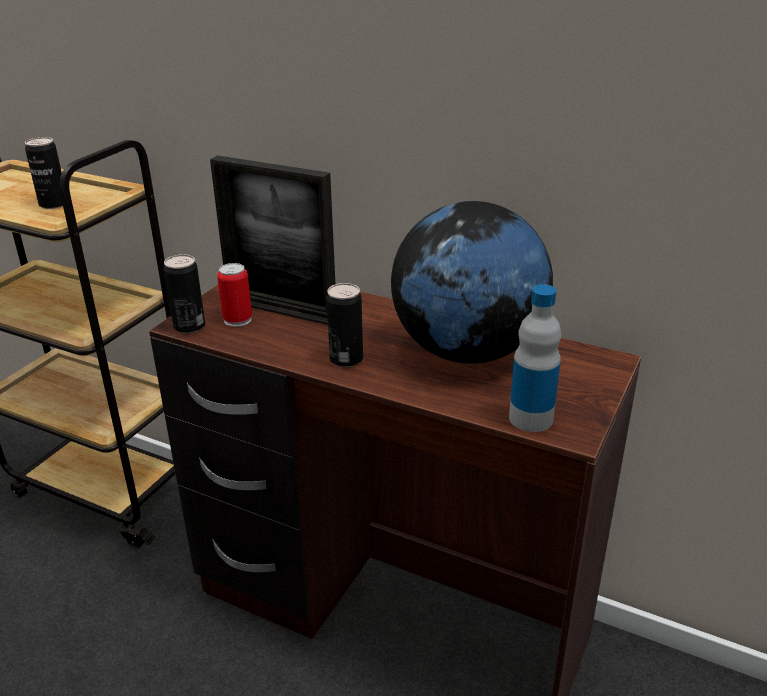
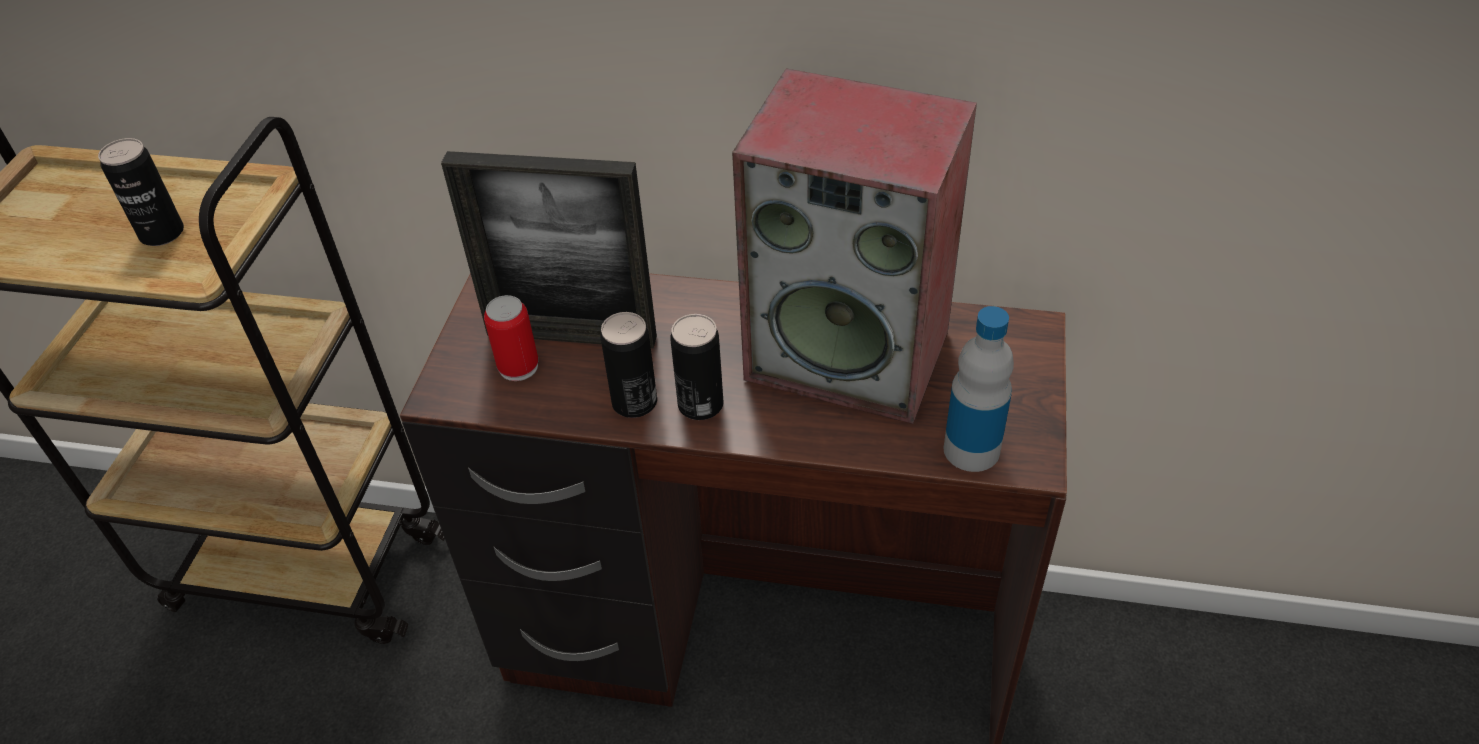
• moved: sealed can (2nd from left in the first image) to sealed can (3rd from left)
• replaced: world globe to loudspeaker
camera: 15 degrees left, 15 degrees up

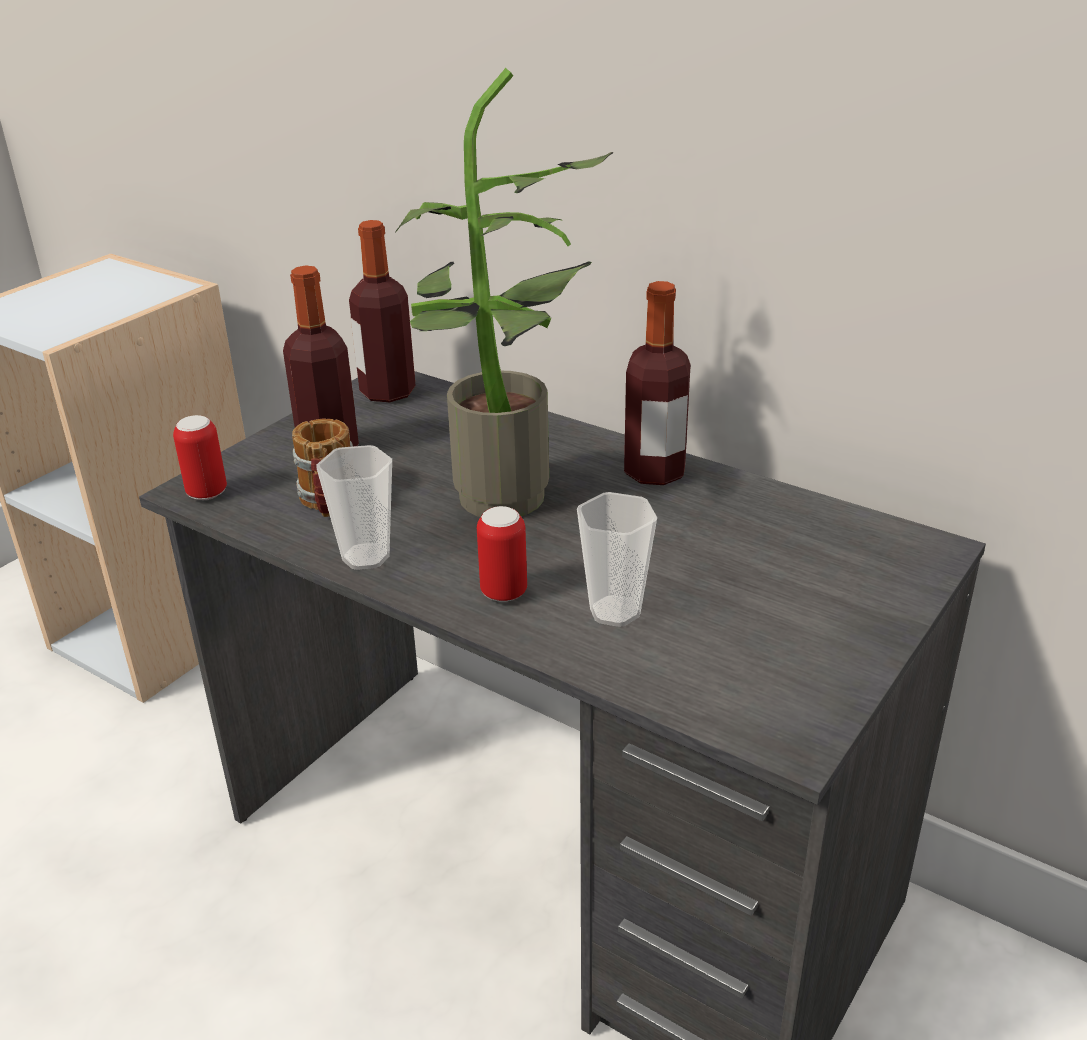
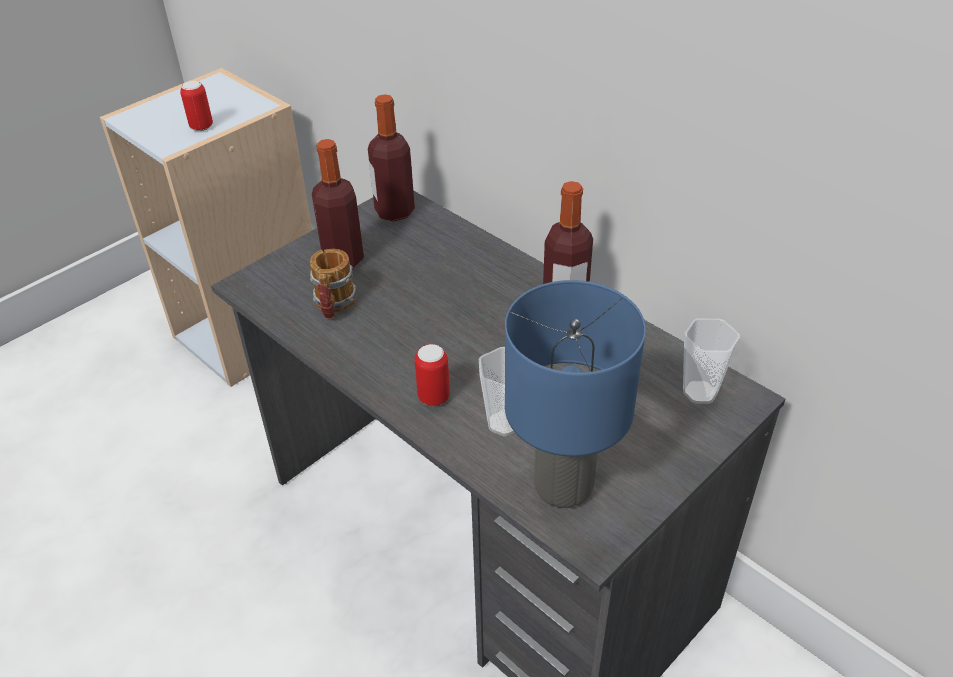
• moved: sealed can (1st from left)
• moved: small cup (1st from left in the first image) to small cup (2nd from left)
• removed: plant in a pot
• added: lamp for a table/blue
camera: 10 degrees right, 10 degrees up

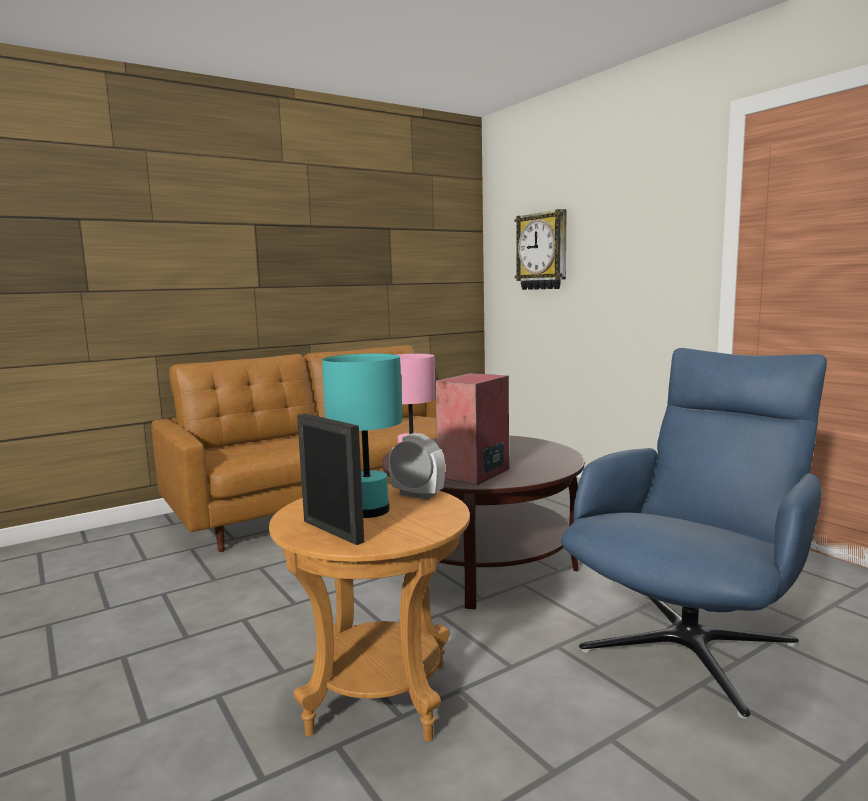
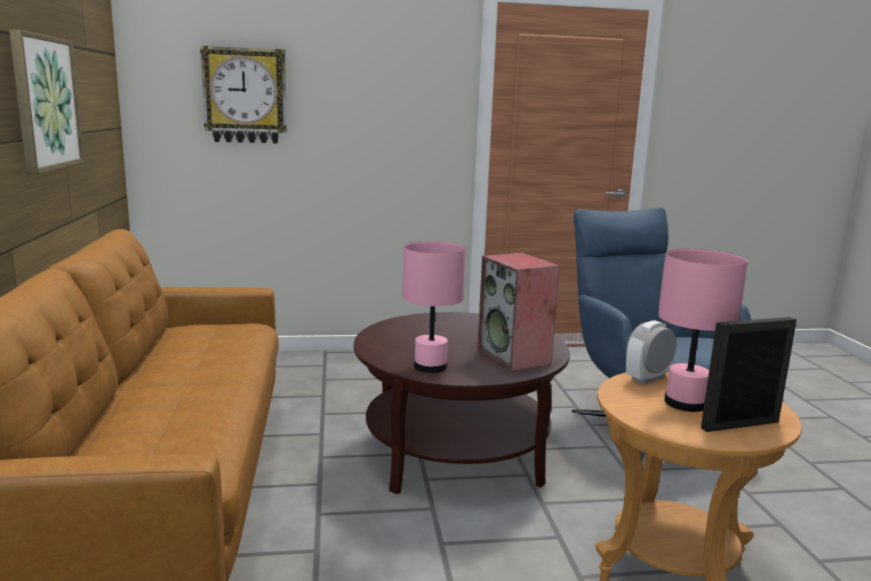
• recoloured: lamp for a table/blue-green to lamp for a table/pink (2nd from left)
• added: wall art
camera: 65 degrees left, 5 degrees up

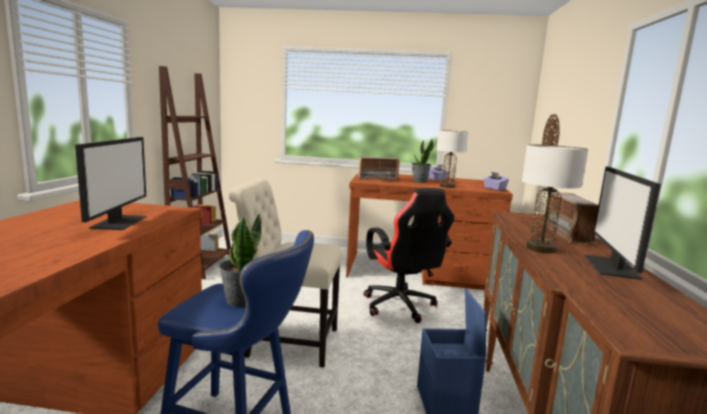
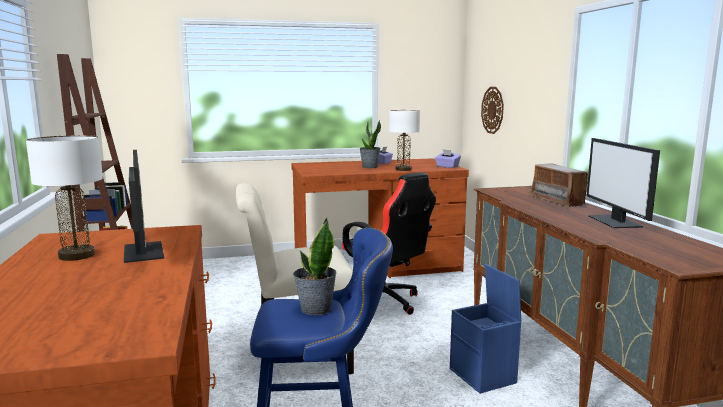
• removed: radio receiver (1st from left)
• moved: lamp for a table (2nd from left in the first image) to lamp for a table (1st from left)
camera: 20 degrees left, 0 degrees up

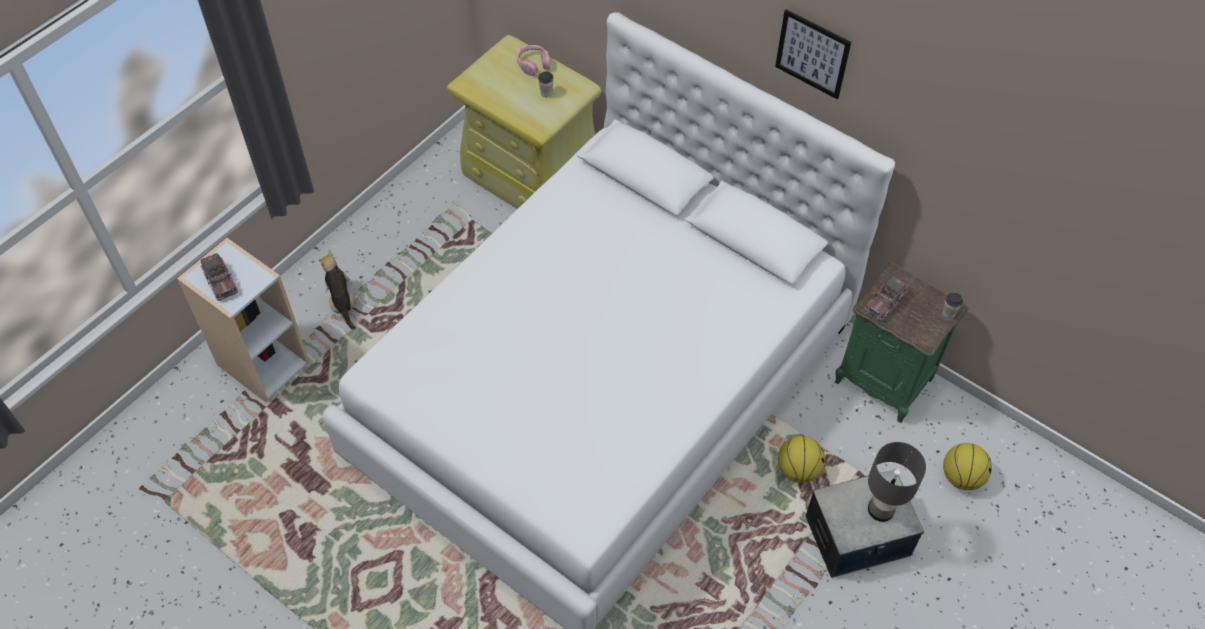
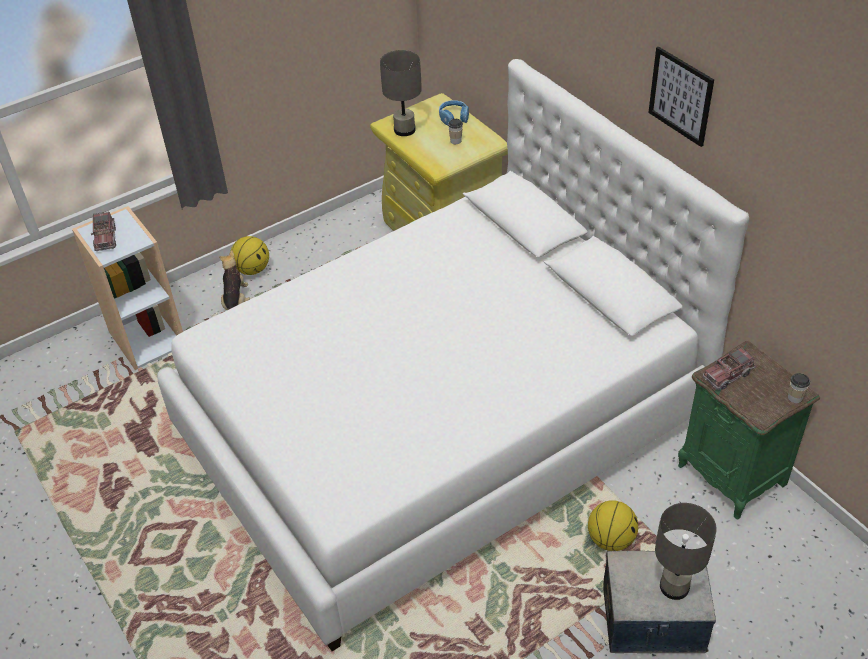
• recoloured: headset/pink to headset/blue
• moved: basketball ball (2nd from left in the first image) to basketball ball (1st from left)
• added: lamp for a table/grey (1st from left)
camera: 20 degrees right, 10 degrees down

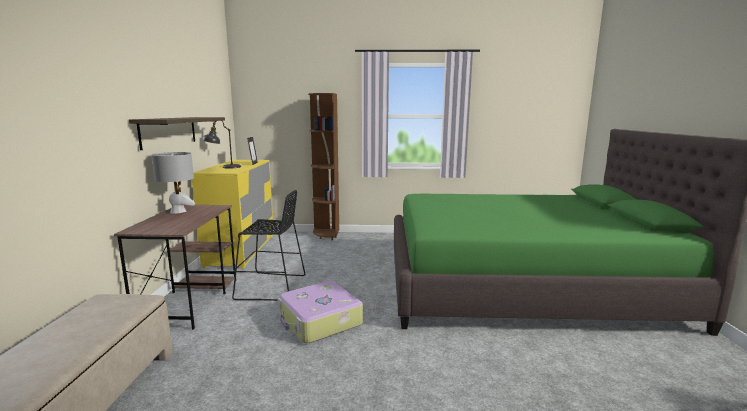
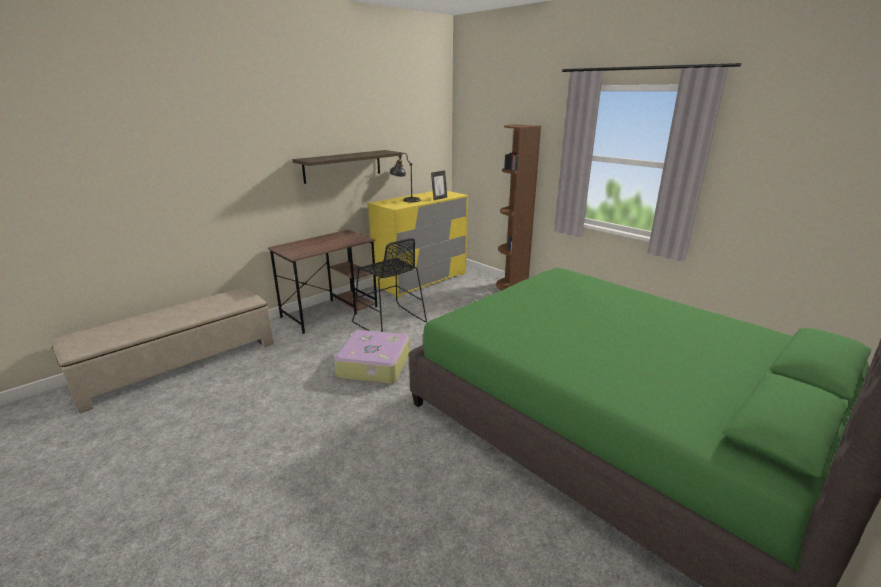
• removed: lamp for a table/grey (1st from left)
camera: 45 degrees right, 10 degrees up

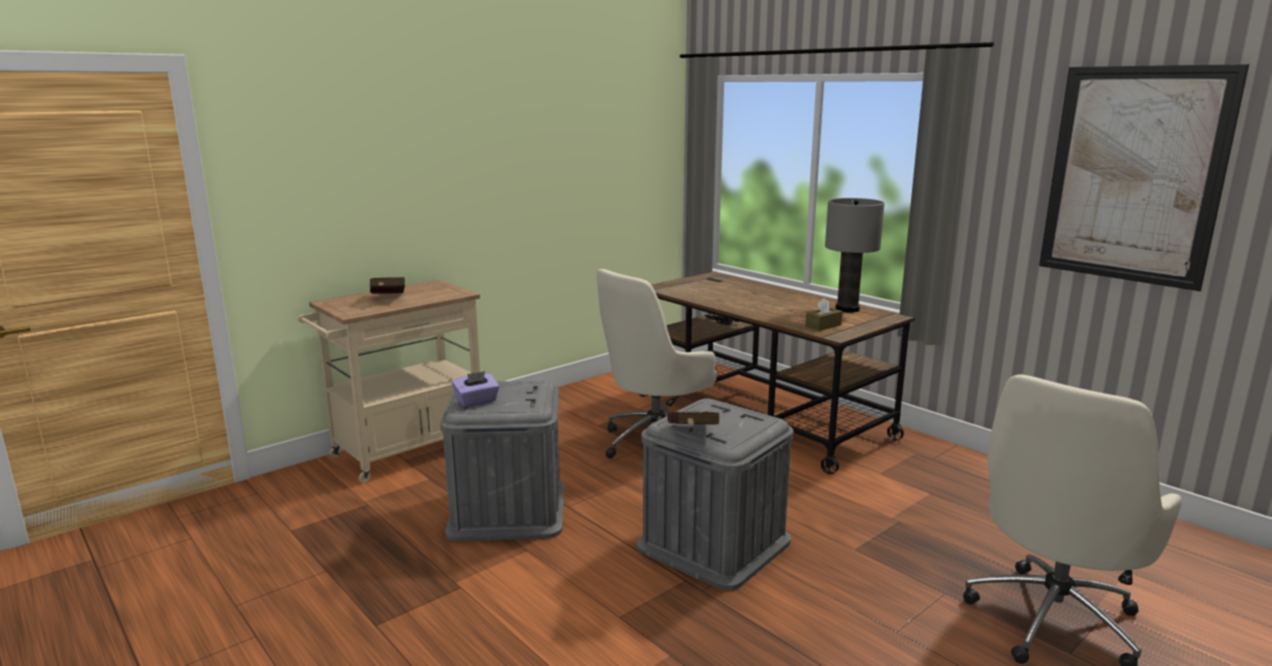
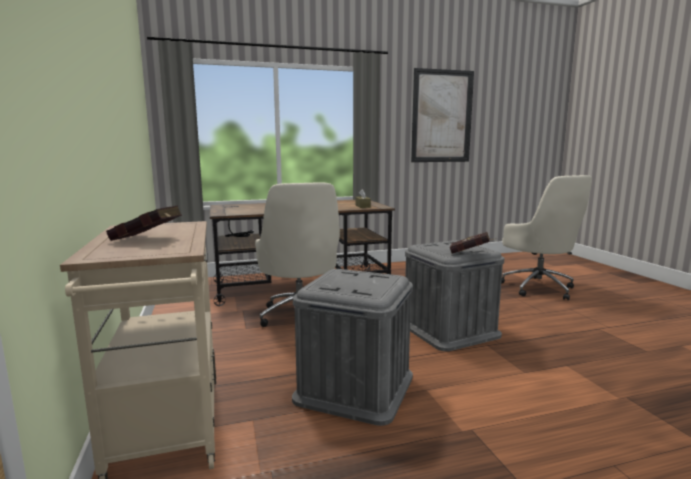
• removed: tissue box/purple
• removed: lamp for a table/grey
camera: 65 degrees left, 5 degrees down

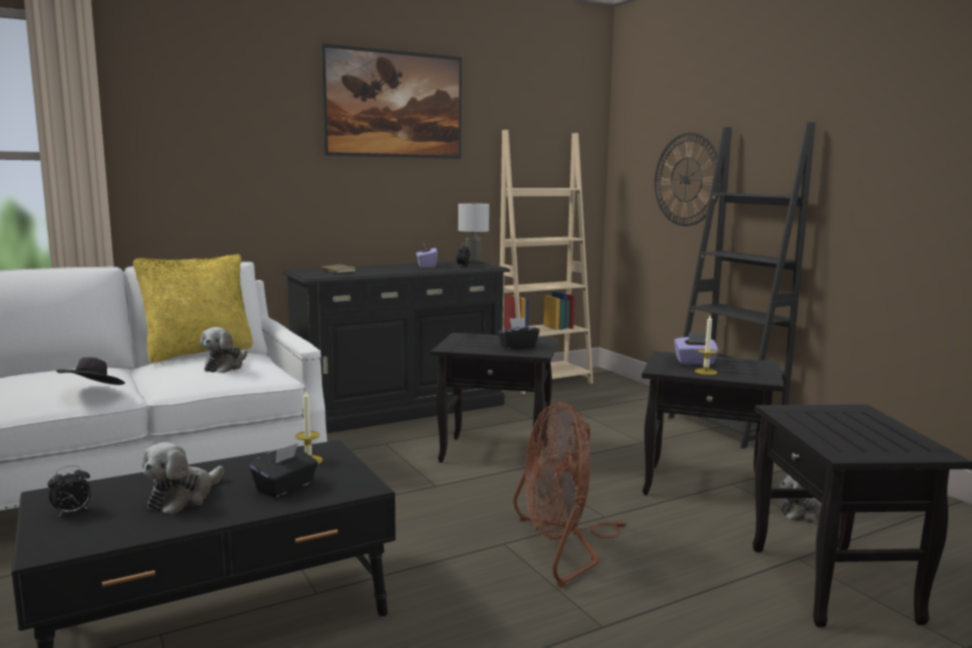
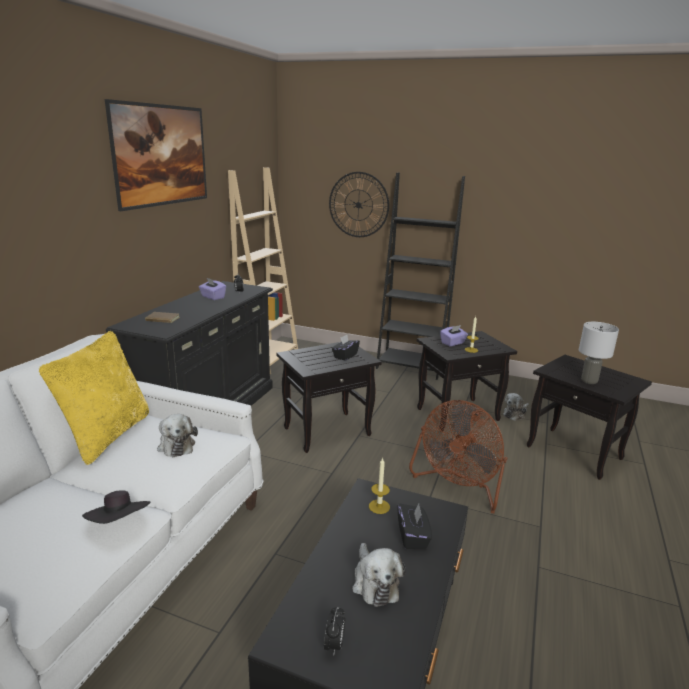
• moved: lamp for a table/white-coloured
camera: 40 degrees left, 10 degrees up

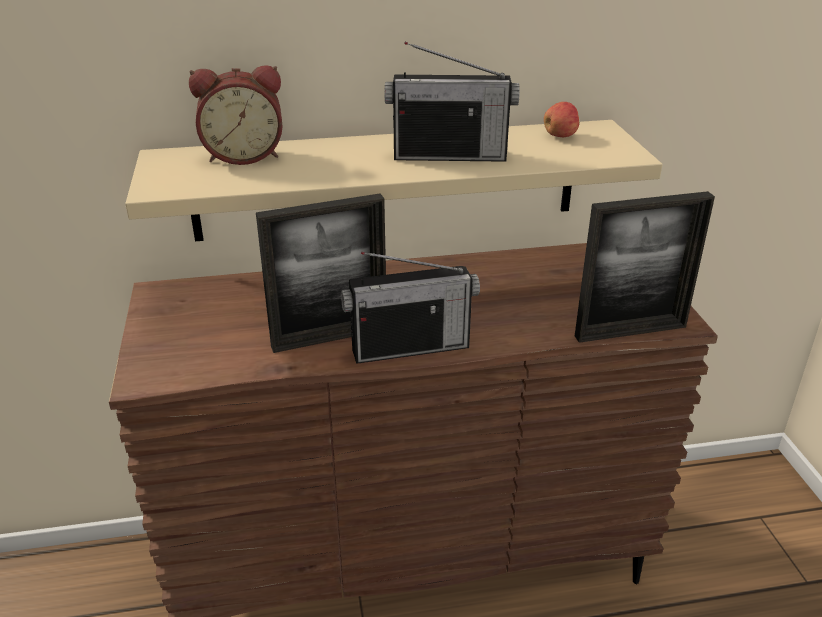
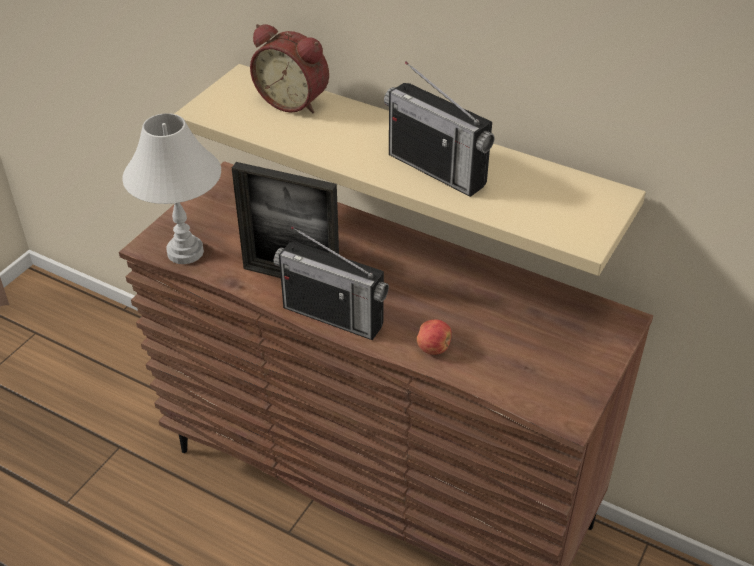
• moved: whole apple
• removed: picture frame (2nd from left)
• added: lamp for a table/white-coloured
camera: 40 degrees right, 10 degrees up

